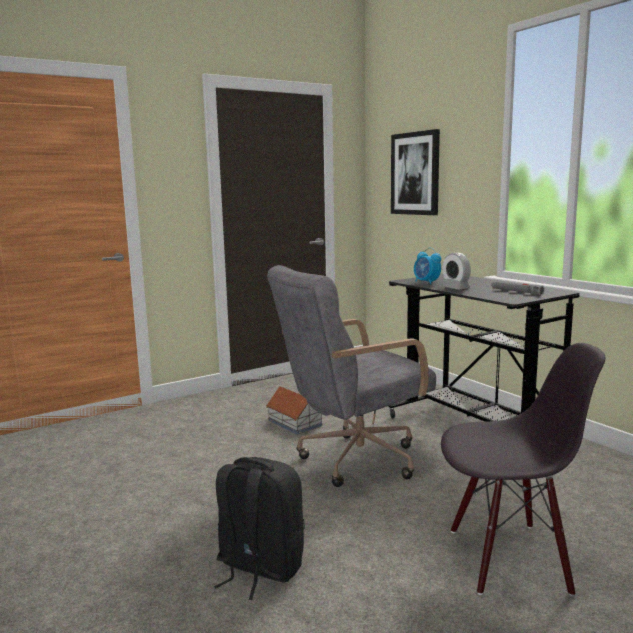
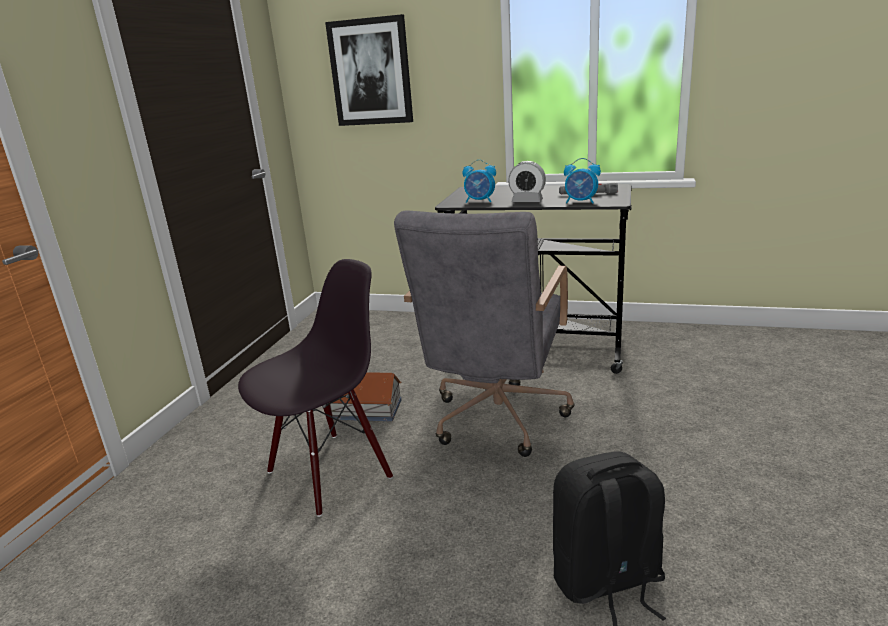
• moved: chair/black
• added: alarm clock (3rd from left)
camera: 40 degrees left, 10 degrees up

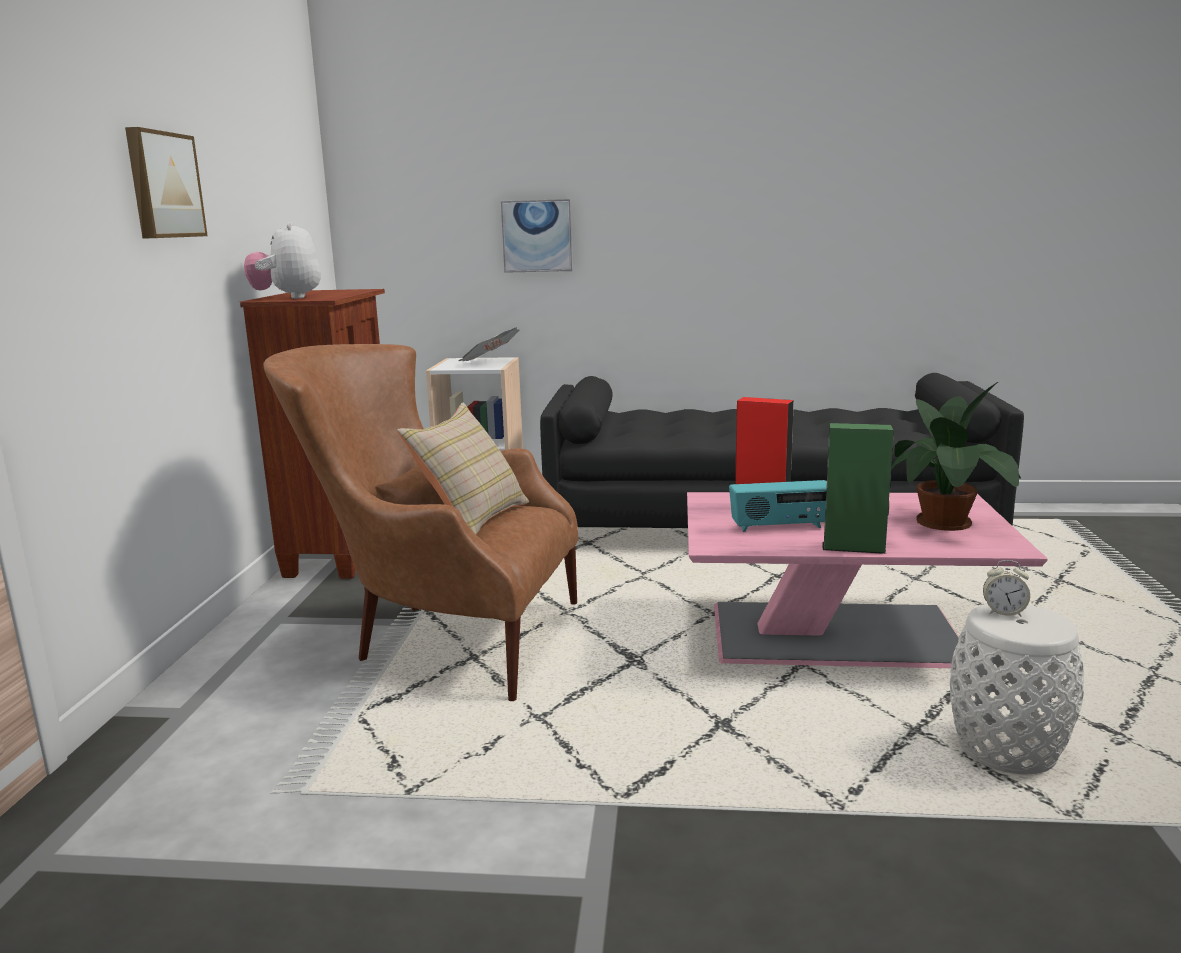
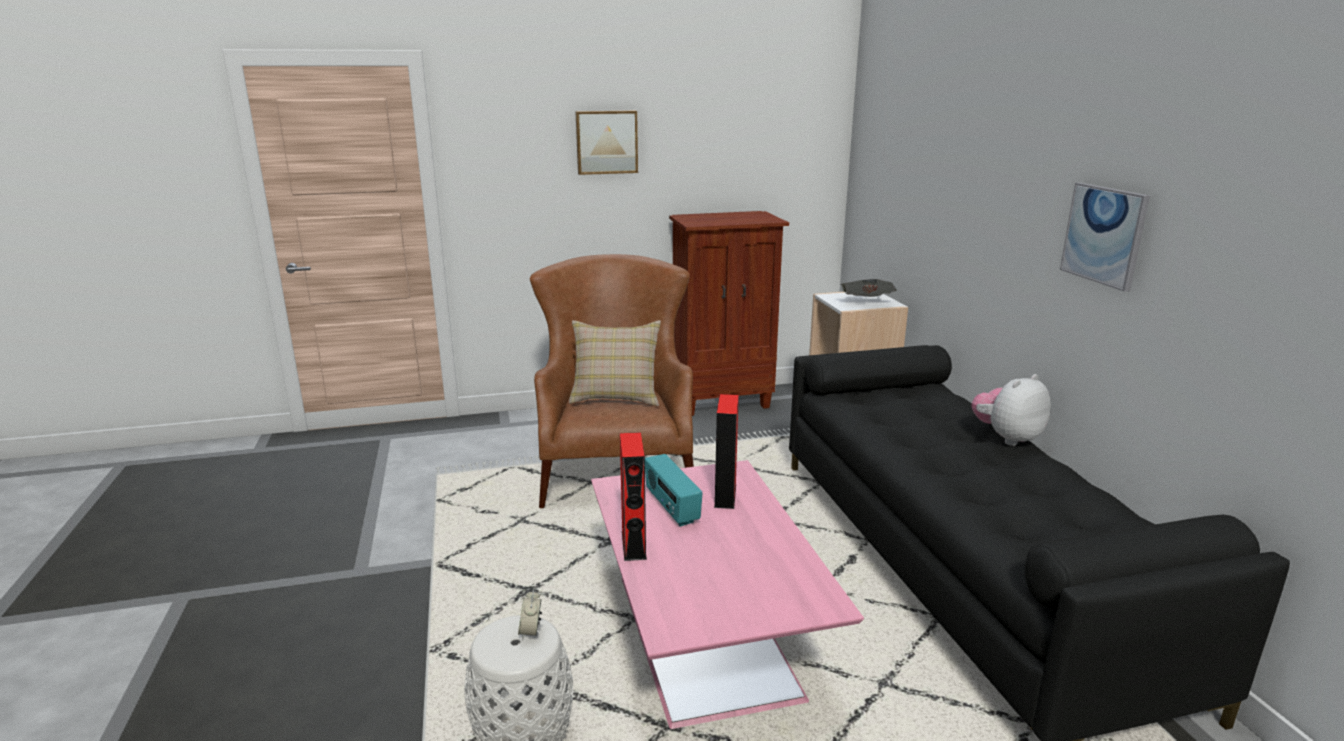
• moved: cuddly toy
• moved: wall art (2nd from left)
• recoloured: loudspeaker/greenish to loudspeaker/red (1st from left)
• removed: plant in a pot
camera: 70 degrees right, 5 degrees up

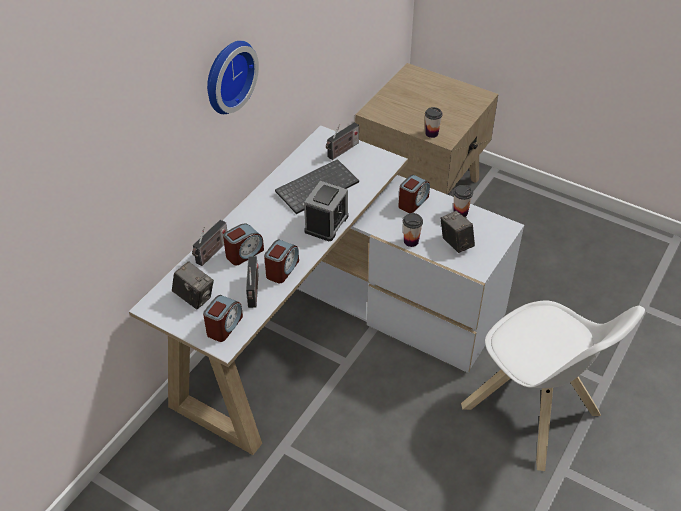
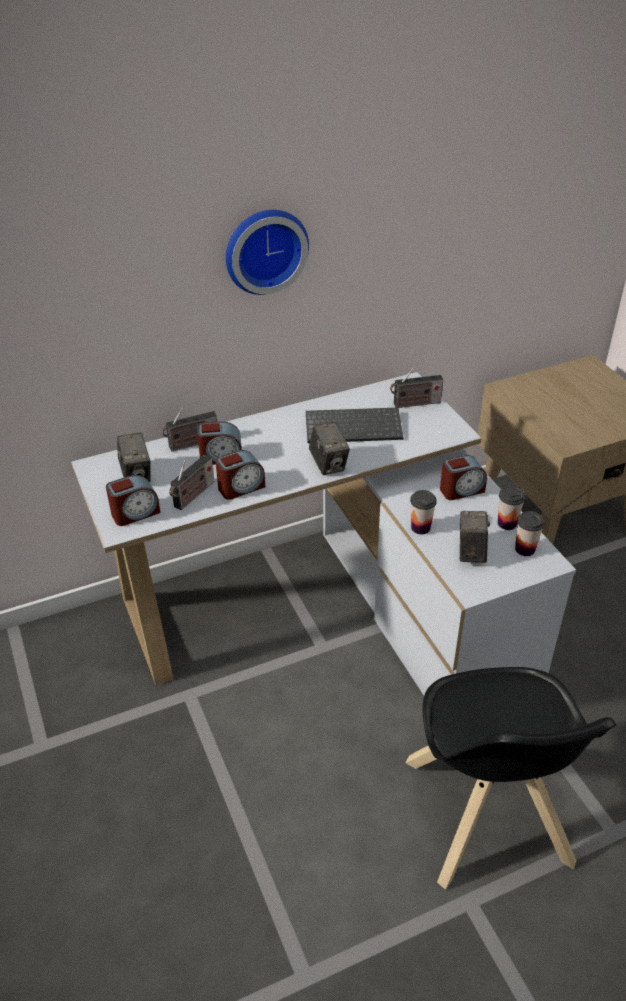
• replaced: alarm clock (4th from left) to photo camera (2nd from left)
• moved: small cup (2nd from left in the first image) to small cup (3rd from left)
• recoloured: chair/white-coloured to chair/black
camera: 35 degrees right, 5 degrees down

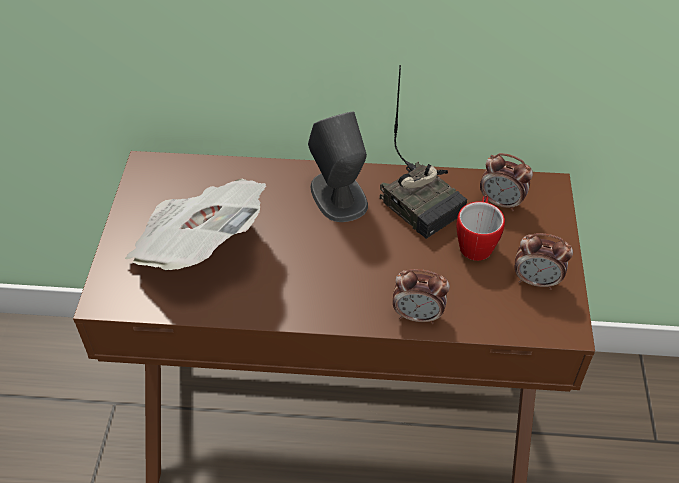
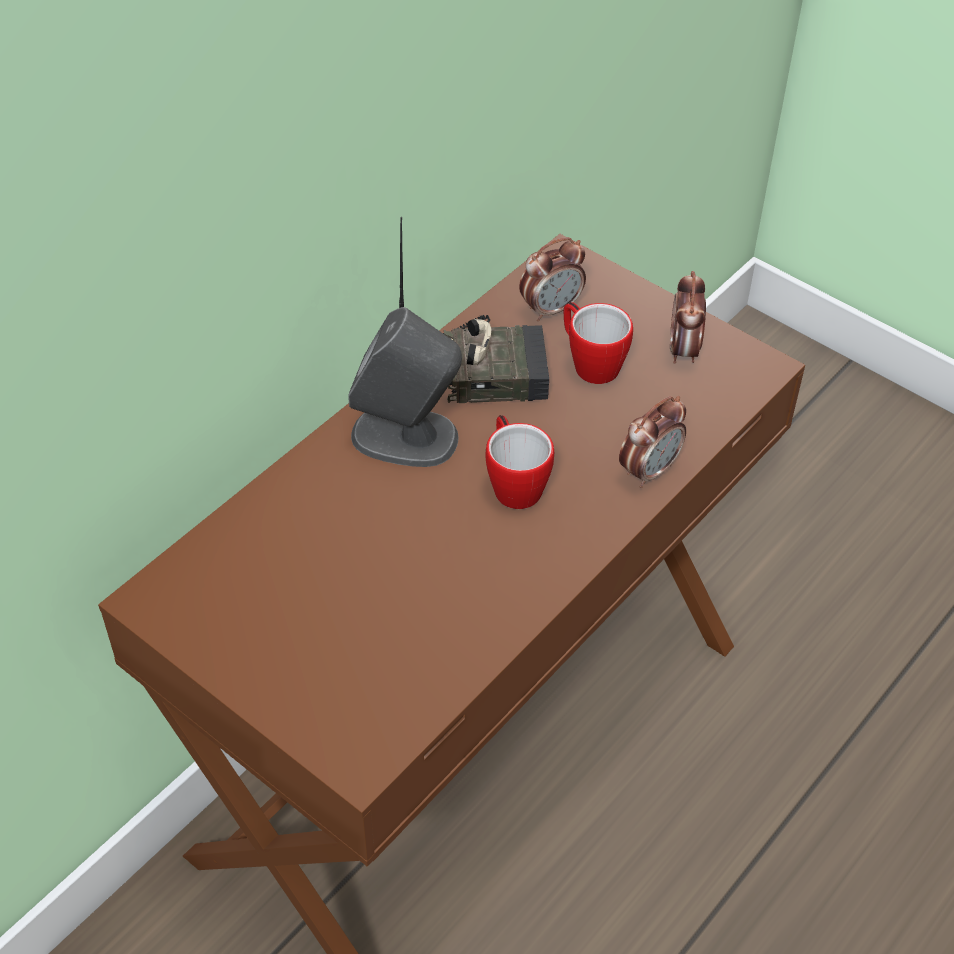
• removed: printed paper
• turned: alarm clock (3rd from left) 135 degrees clockwise
• added: mug (1st from left)
camera: 55 degrees left, 0 degrees up

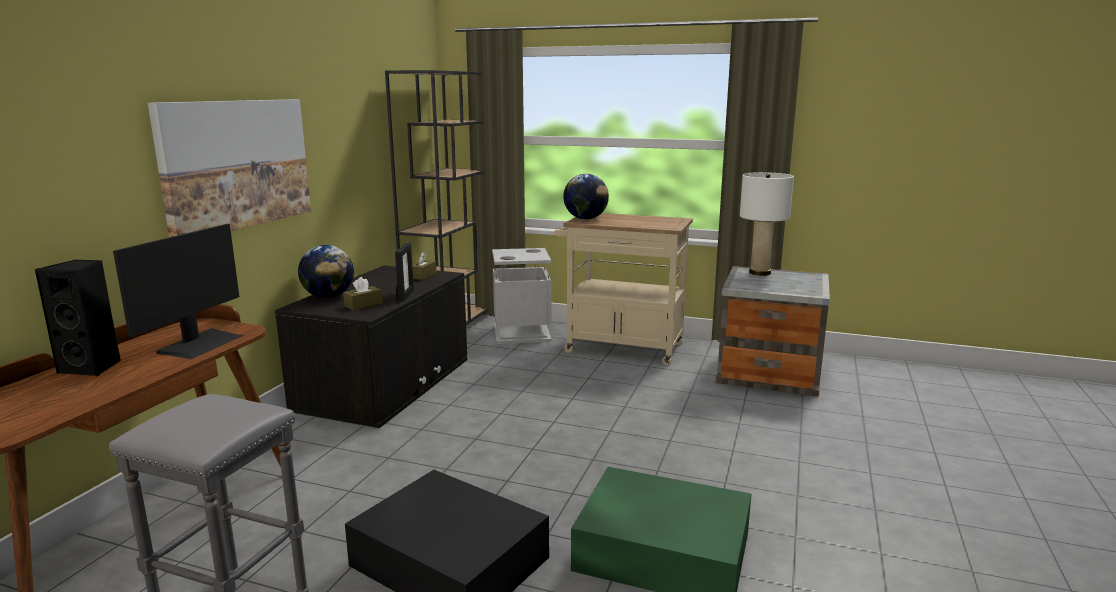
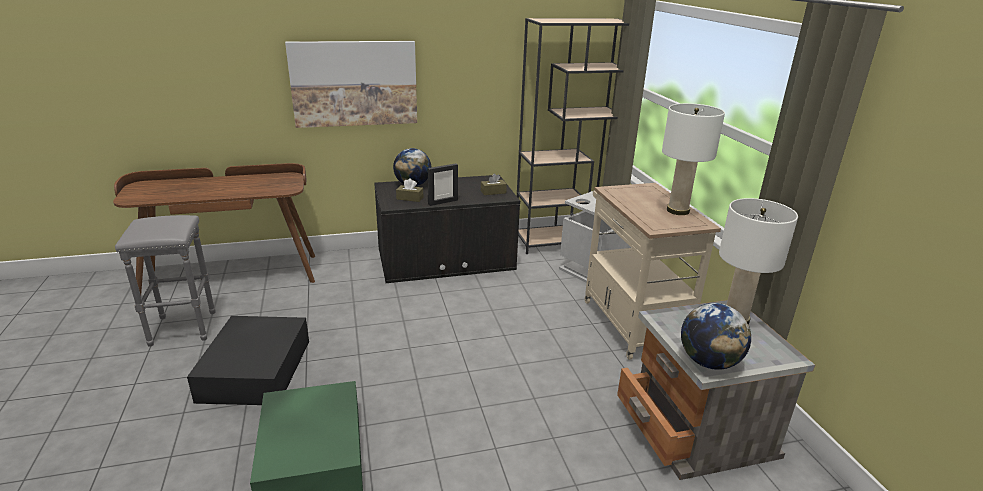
• removed: loudspeaker/black
• removed: computer display
• moved: world globe (2nd from left)
• added: lamp for a table/white-coloured (1st from left)
camera: 55 degrees right, 10 degrees up

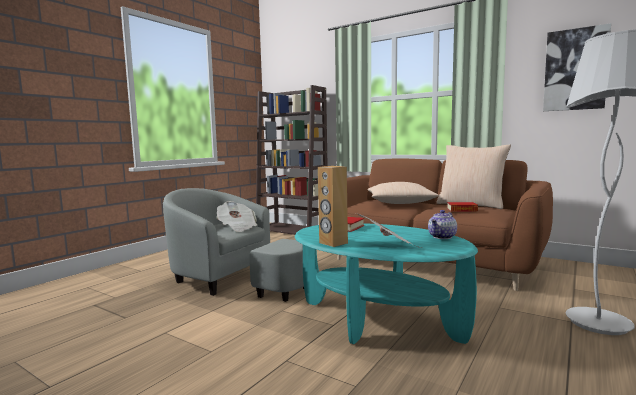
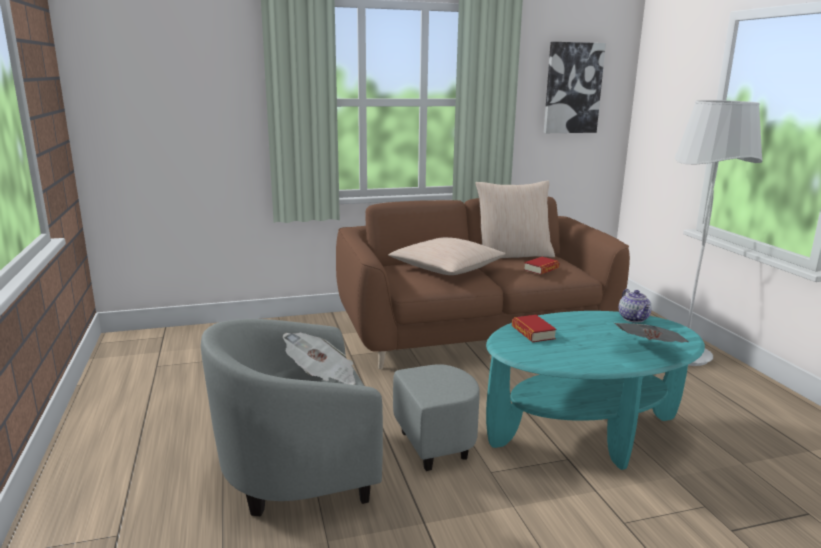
• removed: bookcase/brownish
• removed: loudspeaker/brownish
camera: 50 degrees left, 10 degrees up

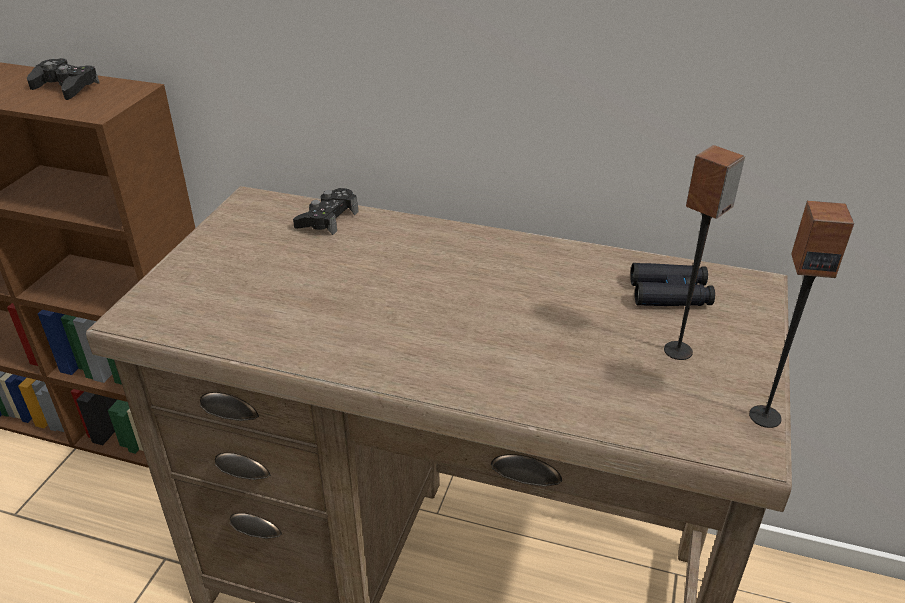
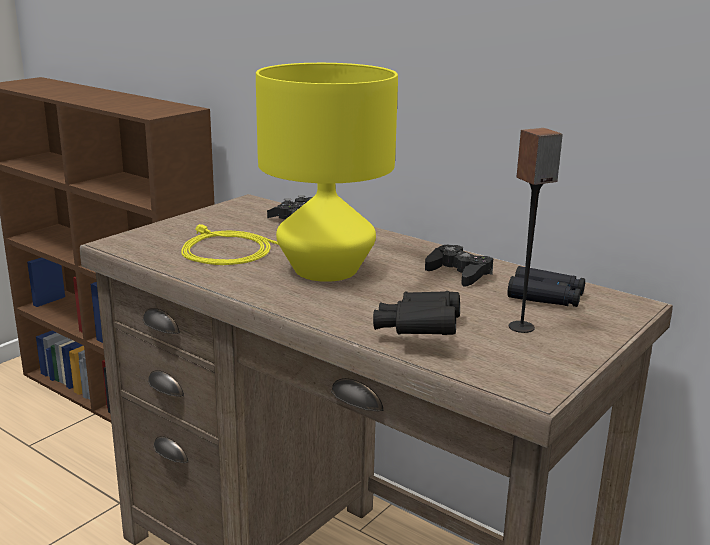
• moved: gamepad/black (1st from left in the first image) to gamepad/black (2nd from left)
• removed: loudspeaker (2nd from left)
• added: lamp for a table/yellow
• added: field glasses/black (1st from left)
camera: 20 degrees right, 15 degrees down

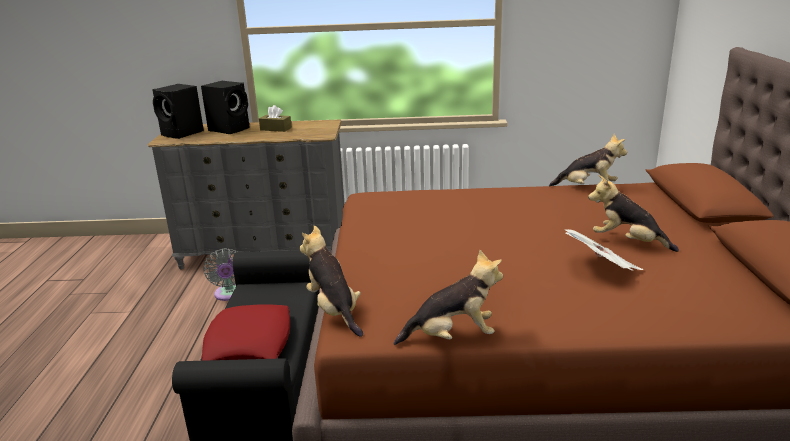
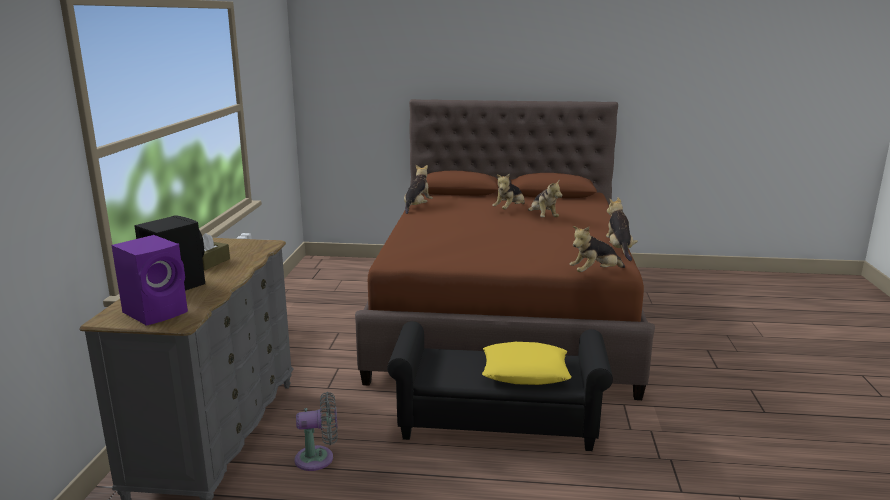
• recoloured: loudspeaker/black (1st from left) to loudspeaker/purple
• recoloured: cushion/red to cushion/yellow
• replaced: printed paper to cuddly toy (3rd from left)
camera: 85 degrees left, 5 degrees down

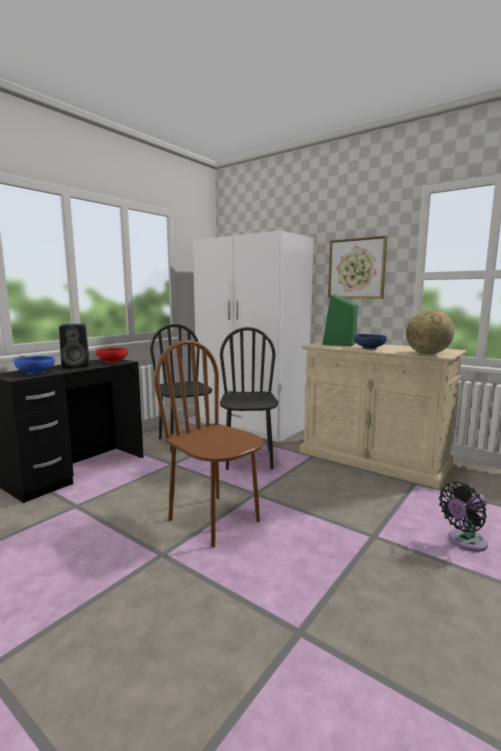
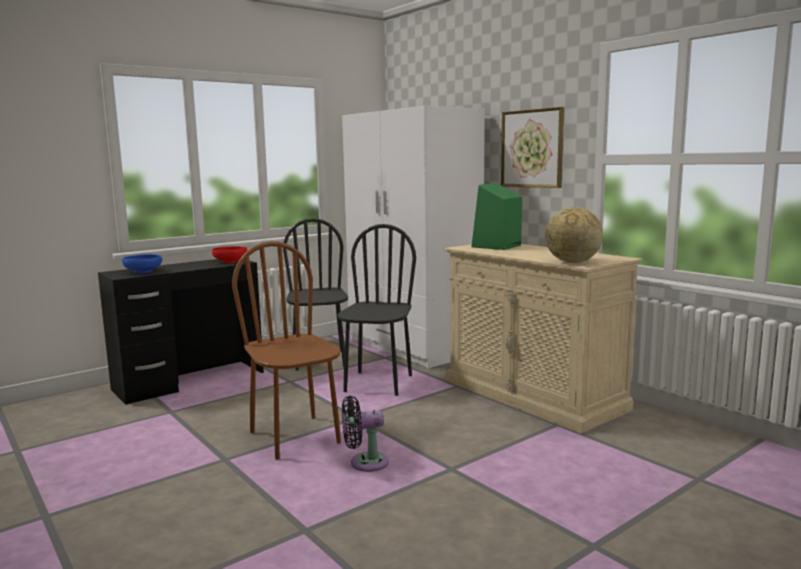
• removed: loudspeaker/black
• removed: deep dish/blue (2nd from left)
• moved: fan/black
camera: 15 degrees right, 0 degrees up

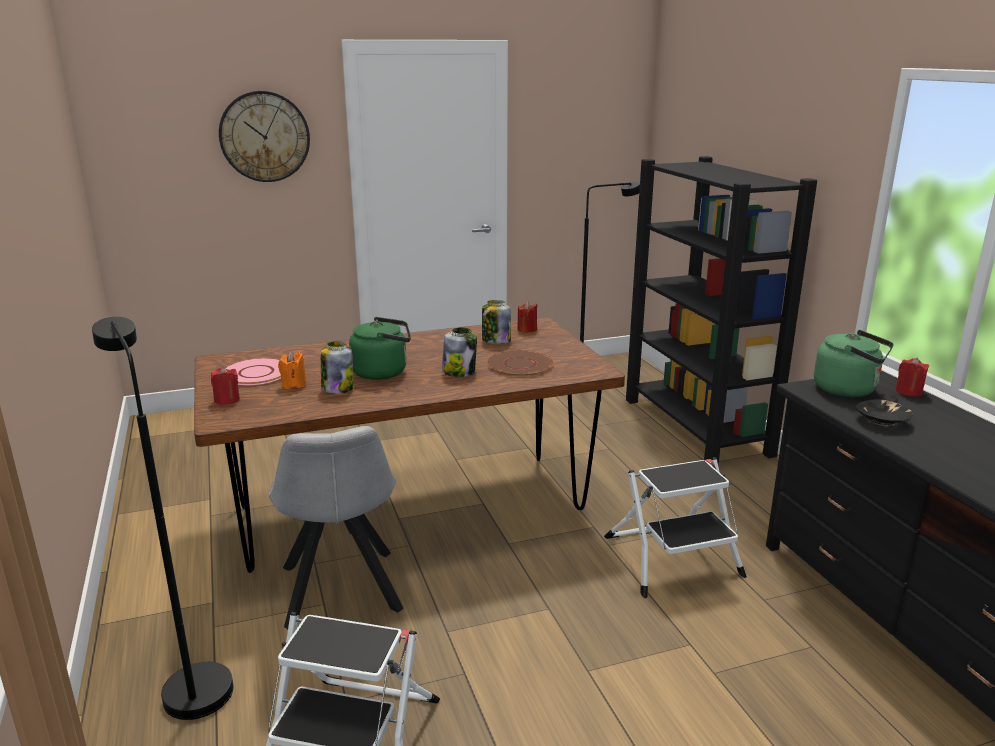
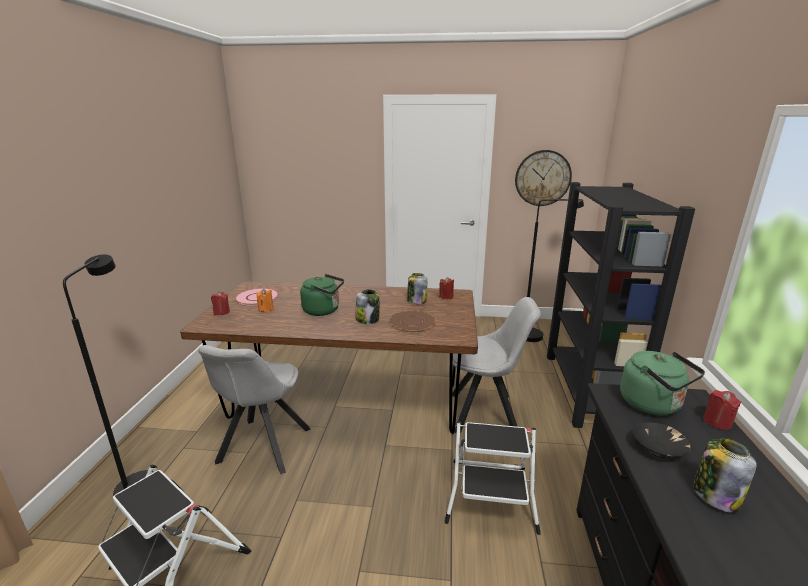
• moved: wall clock
• moved: preserve jar (1st from left in the first image) to preserve jar (3rd from left)
• added: chair/grey (2nd from left)
camera: 25 degrees right, 0 degrees up

